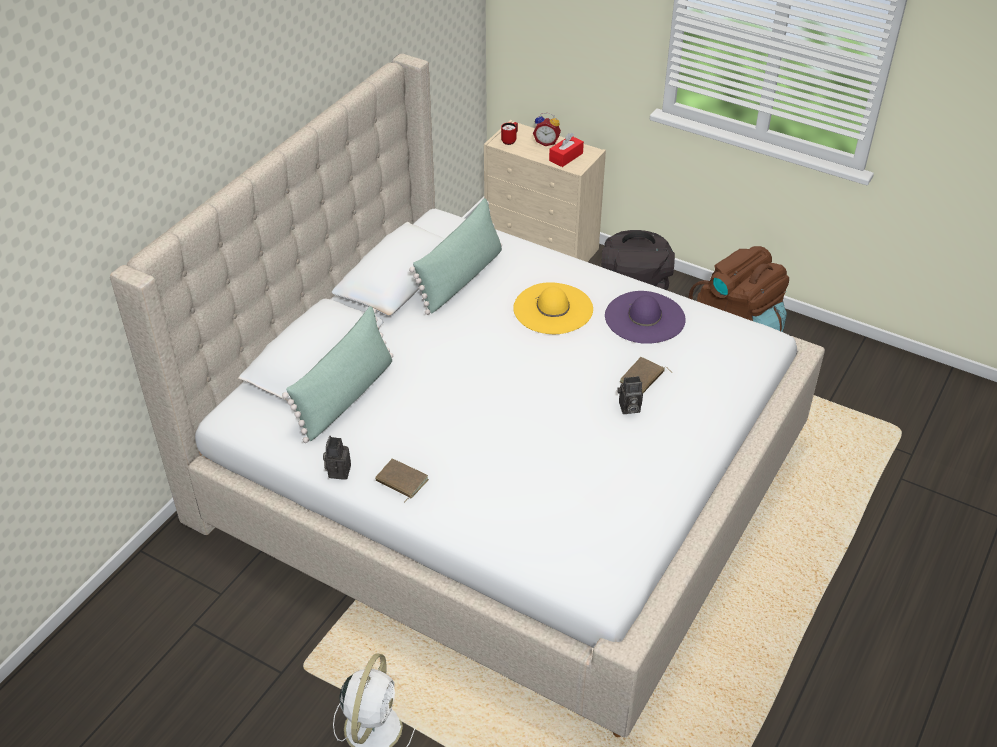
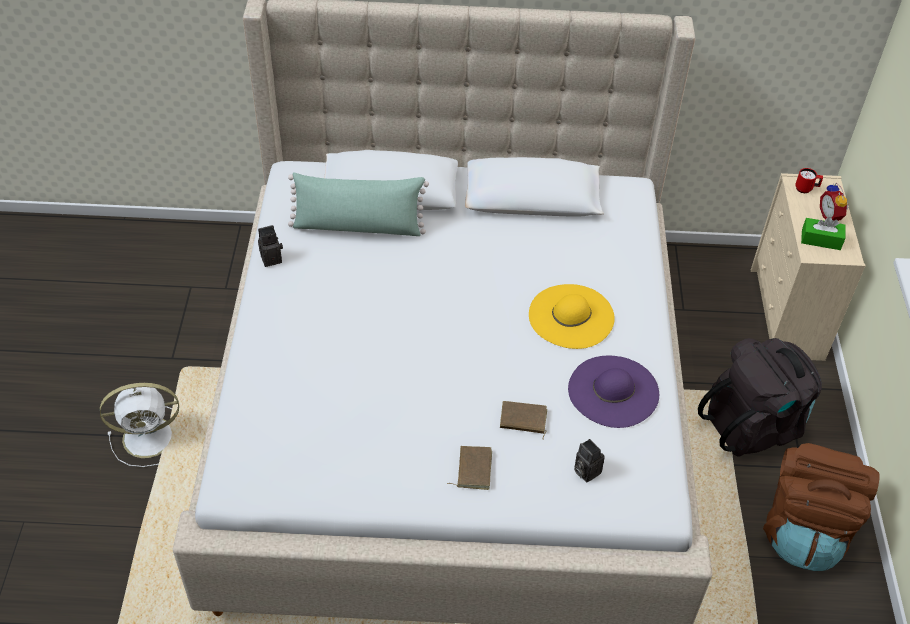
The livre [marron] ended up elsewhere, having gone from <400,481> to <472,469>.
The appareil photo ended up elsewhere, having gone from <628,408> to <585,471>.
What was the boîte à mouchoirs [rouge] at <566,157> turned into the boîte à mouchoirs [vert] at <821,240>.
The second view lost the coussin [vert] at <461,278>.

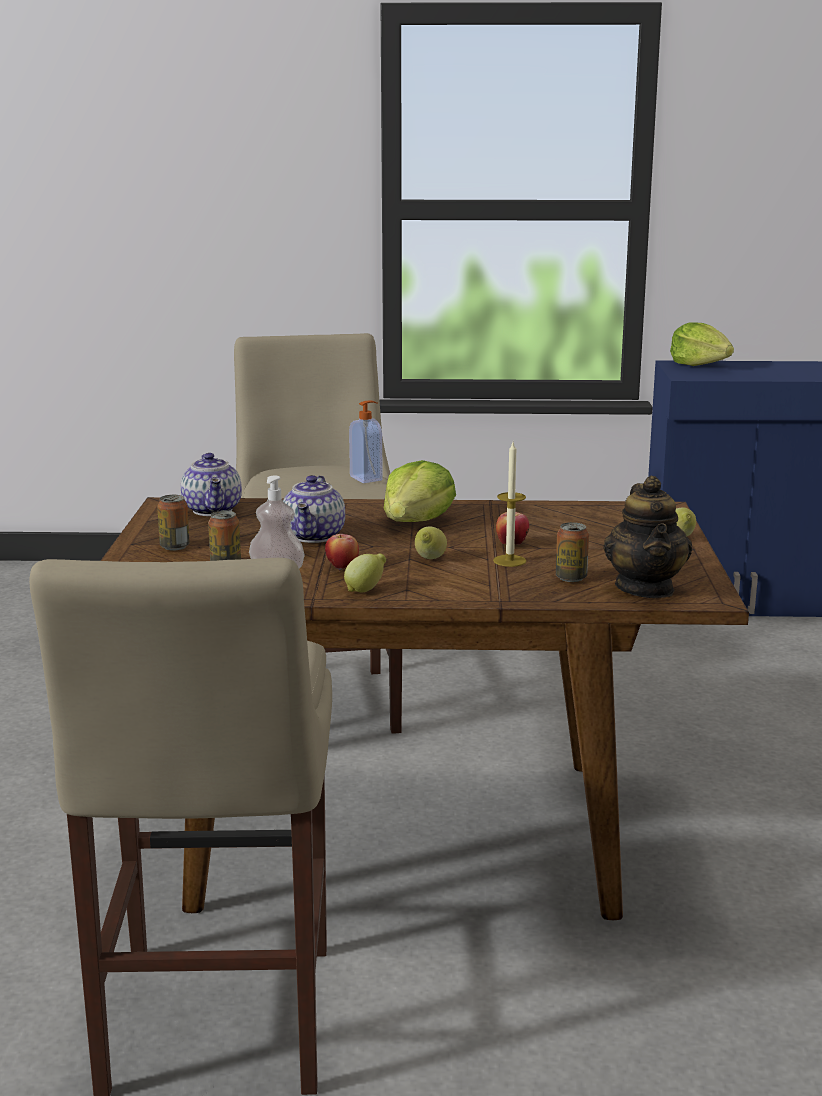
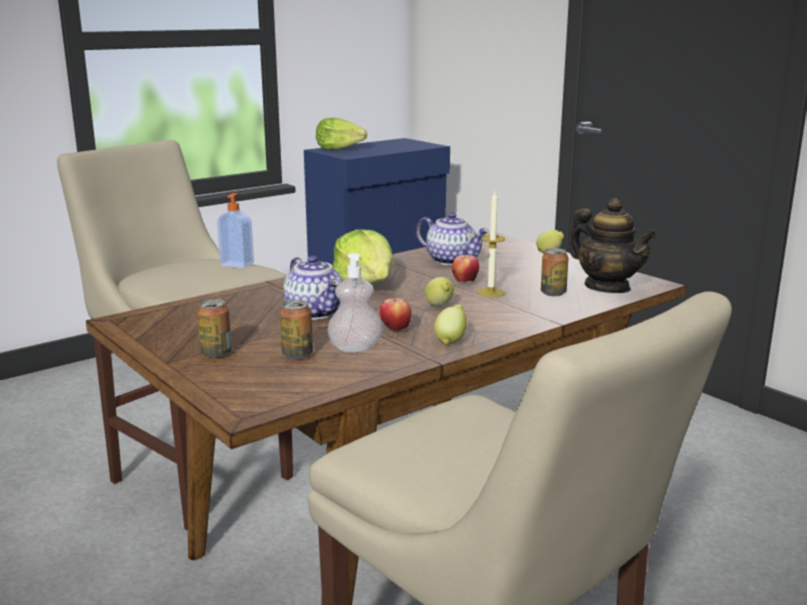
The théière ended up elsewhere, having gone from <214,510> to <452,260>.

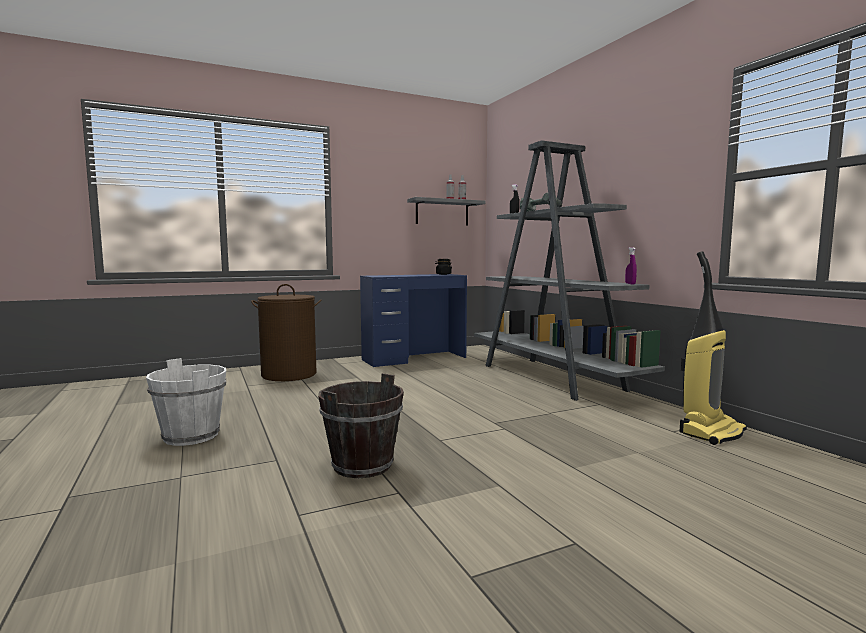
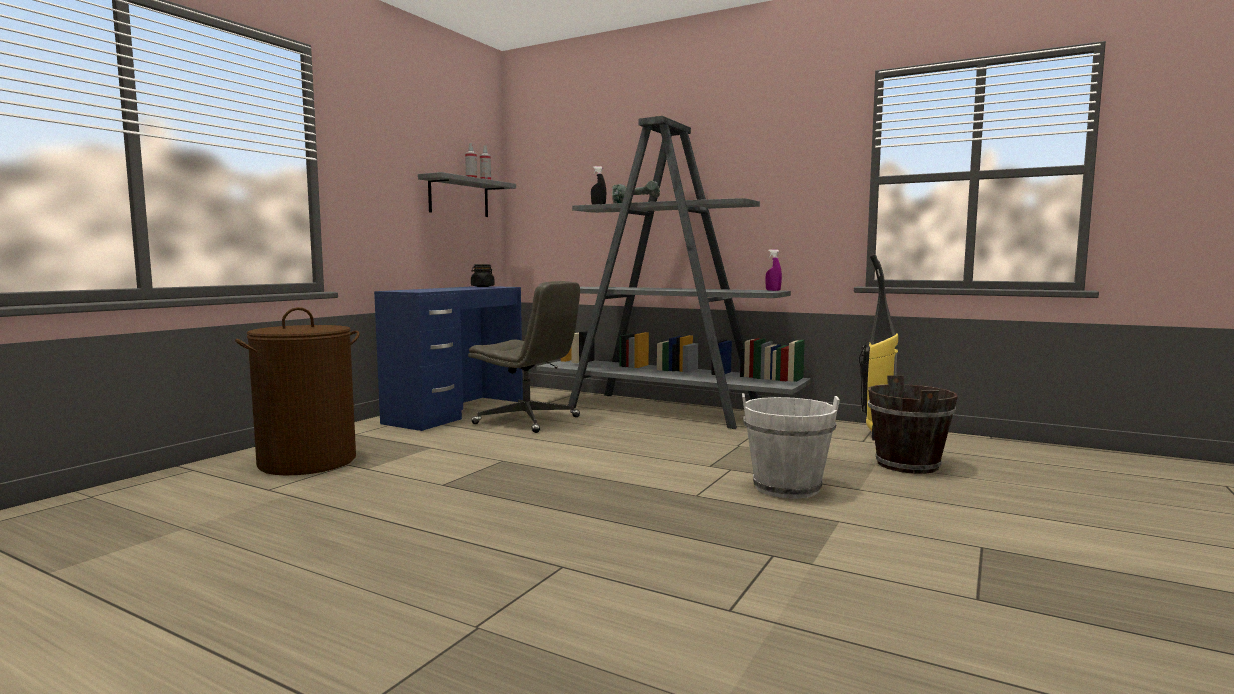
The second view gained the chaise de bureau [gris] at <528,420>.
The seau [blanc] ended up elsewhere, having gone from <192,436> to <786,487>.
The seau [marron] ended up elsewhere, having gone from <362,465> to <908,465>.

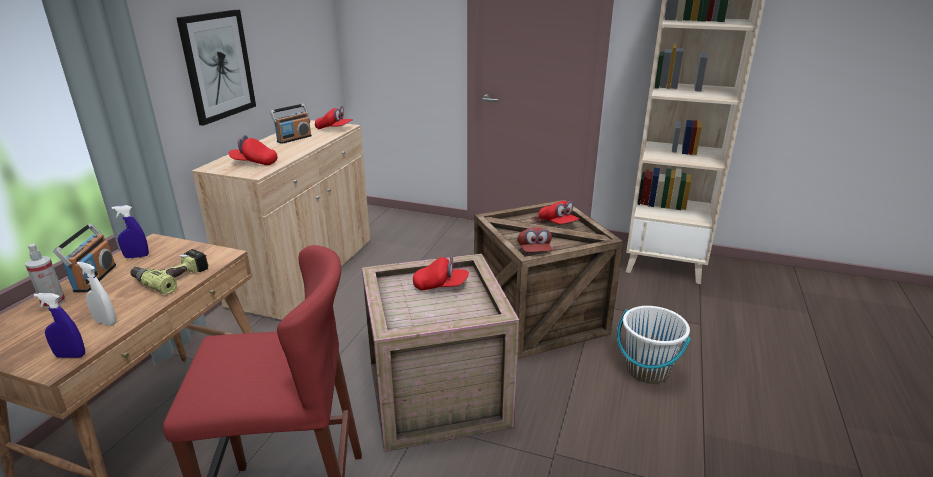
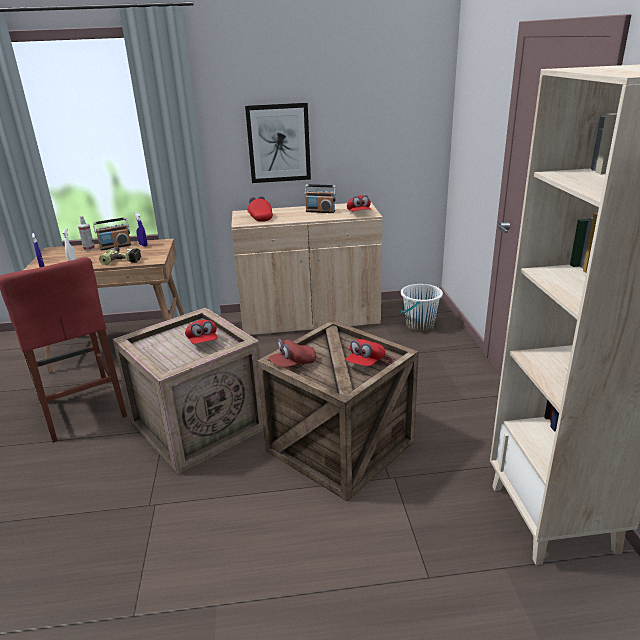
The seau [blanc] ended up elsewhere, having gone from <647,370> to <419,325>.

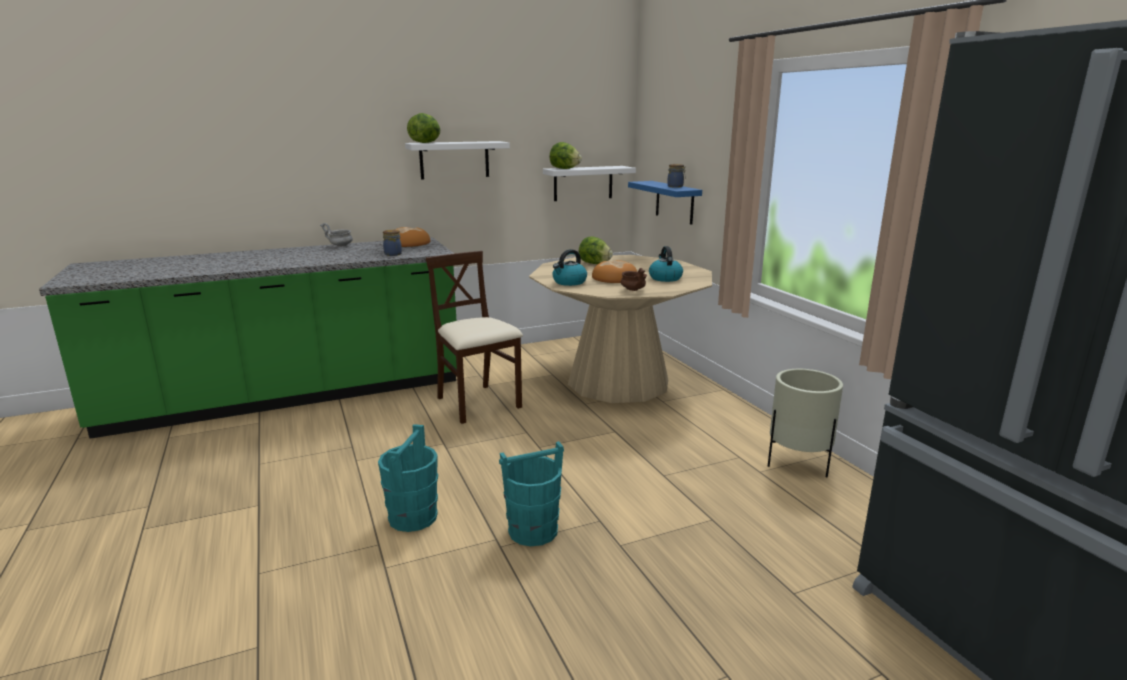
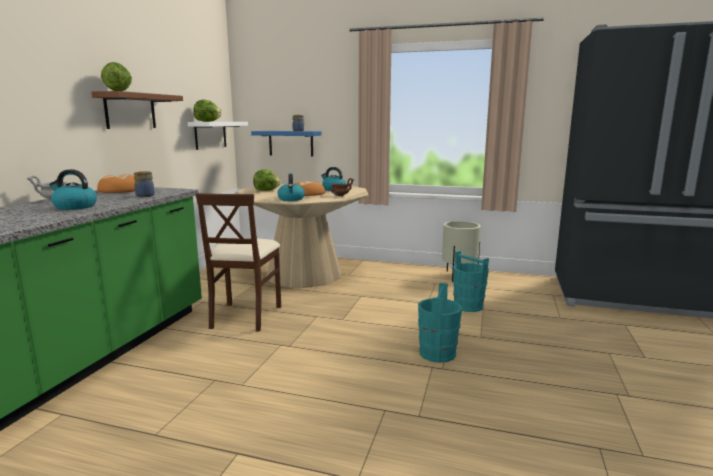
The second view gained the bouilloire at <74,207>.
What was the étagère [blanc] at <454,160> turned into the étagère [marron] at <130,111>.
The chaise [beige] at <478,403> ended up facing another way, 90 degrees counterclockwise from before.
The seau [turquoise] ended up elsewhere, having gone from <412,517> to <468,306>.

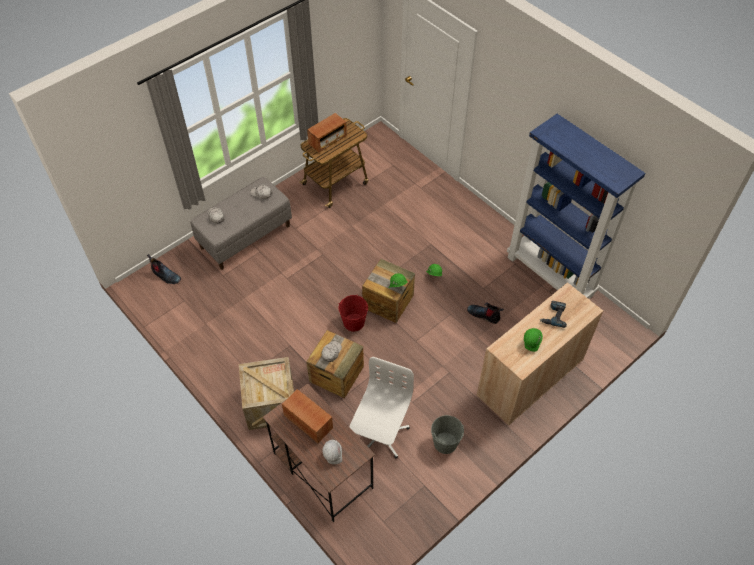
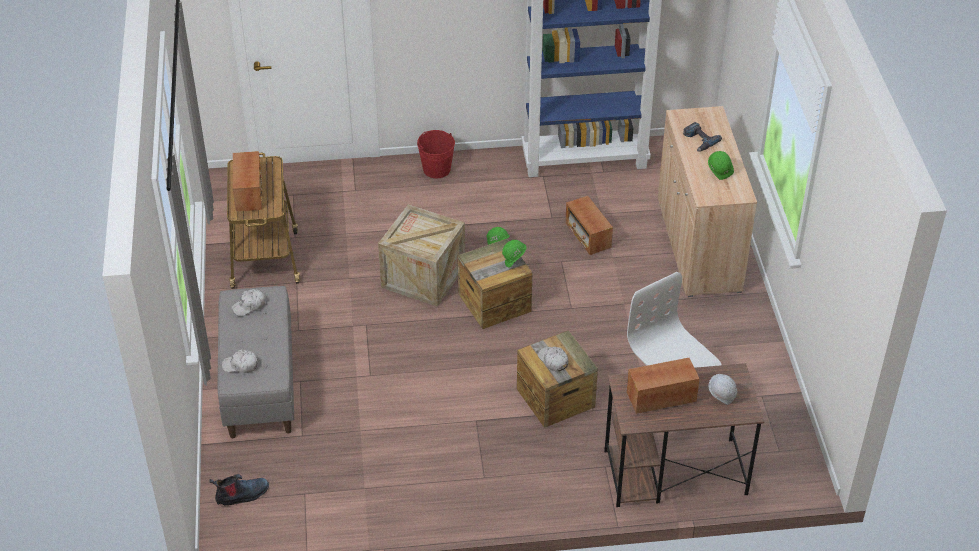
The caisse ended up elsewhere, having gone from <271,404> to <423,277>.
The seau [rouge] ended up elsewhere, having gone from <354,322> to <436,169>.
Where the botte stood at <484,315>, the radio came to stand at <587,236>.
The second view lost the seau [gris] at <445,443>.

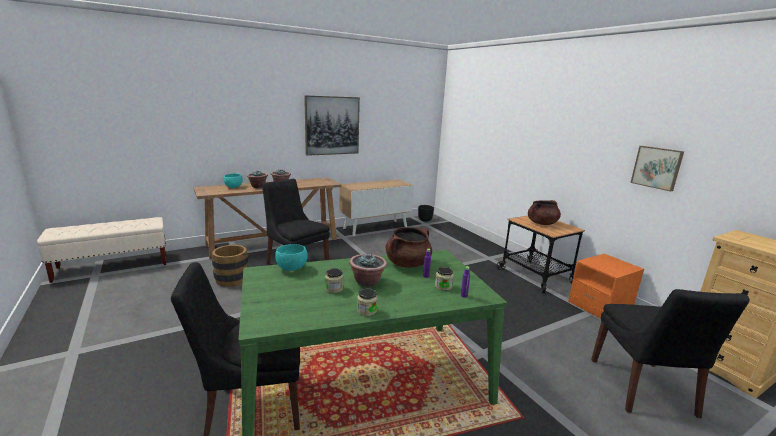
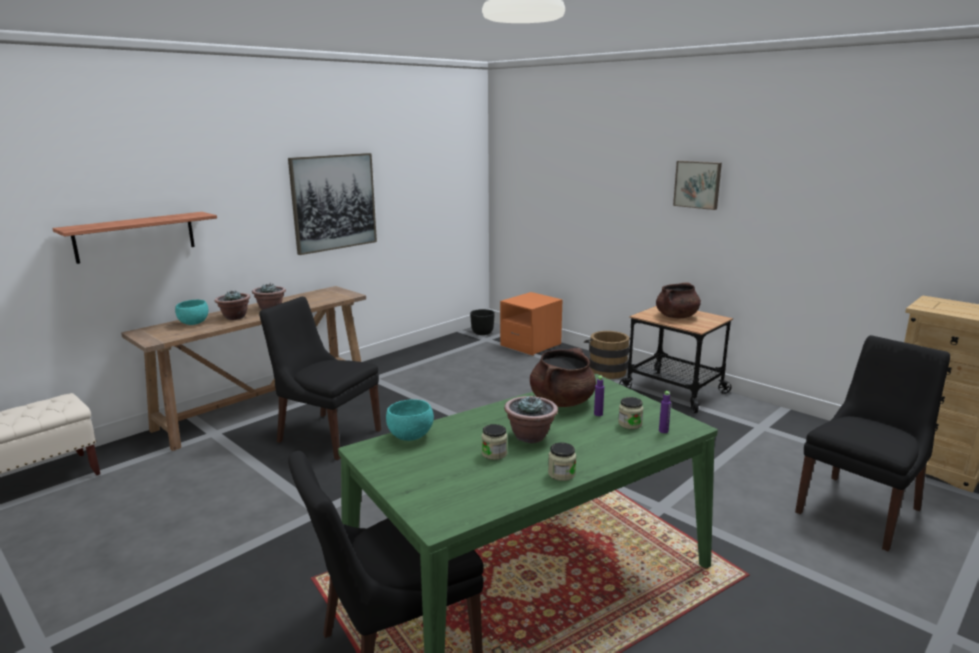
The second view gained the étagère at <135,237>.
The table de chevet [orange] ended up elsewhere, having gone from <599,306> to <530,345>.
The seau [marron] ended up elsewhere, having gone from <233,278> to <606,370>.
The tableau ended up elsewhere, having gone from <657,167> to <698,184>.
The chaise [noir] at <643,389> ended up facing another way, 120 degrees counterclockwise from before.
The second view lost the meuble de rangement at <375,227>.

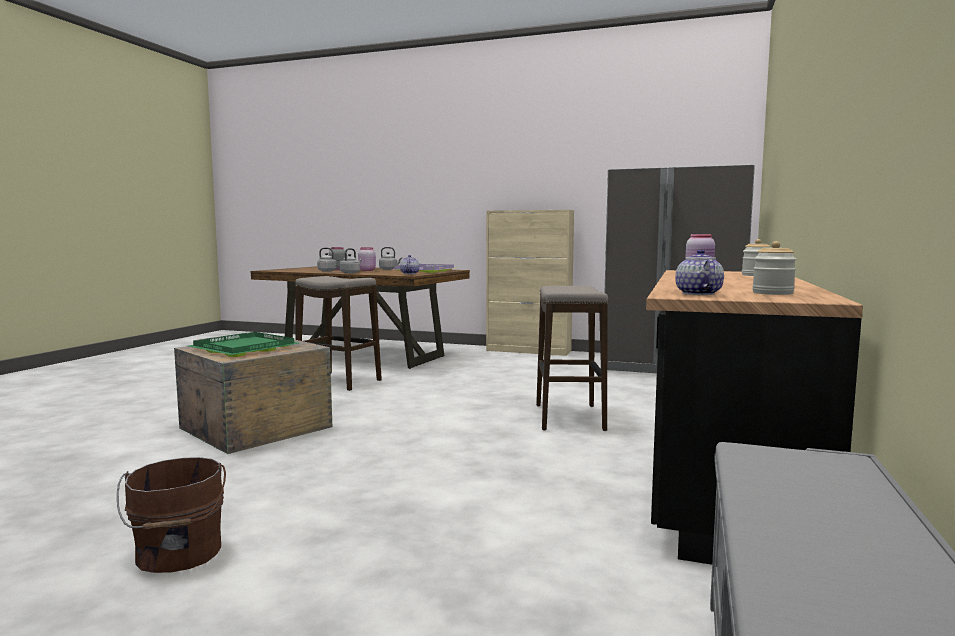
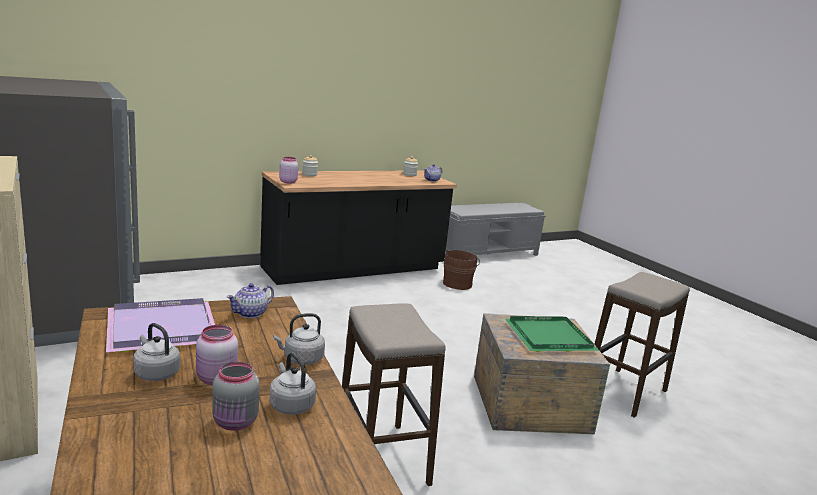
The seau [marron] ended up elsewhere, having gone from <178,554> to <458,283>.
The tabouret ended up elsewhere, having gone from <569,417> to <625,392>.

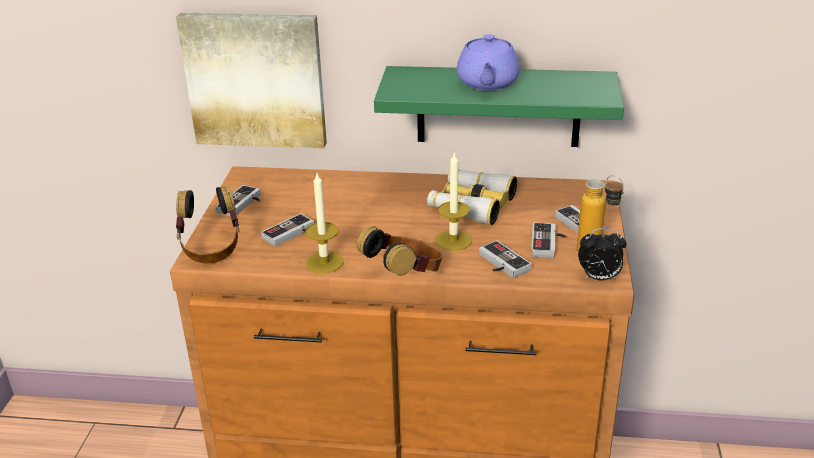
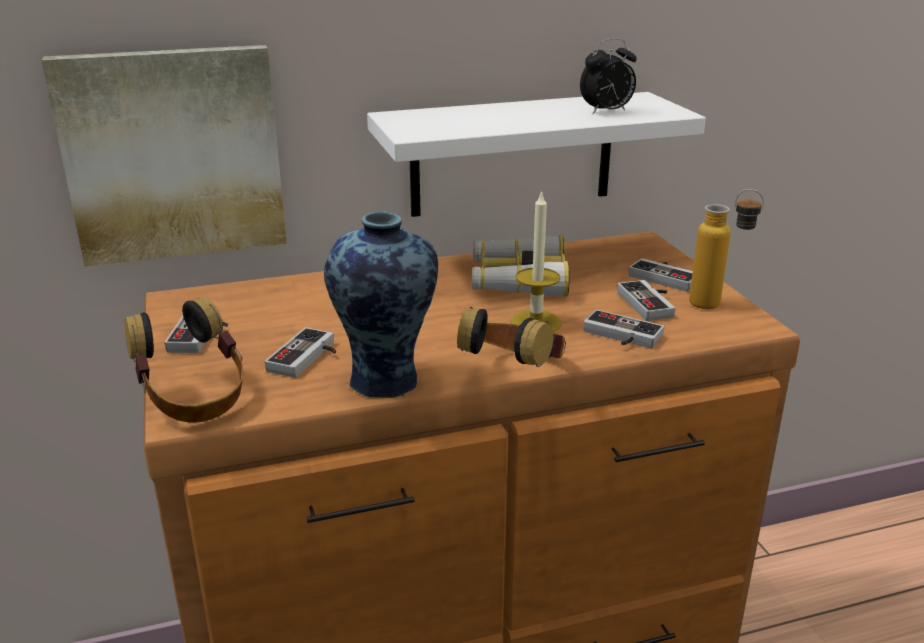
Where the bougie stood at <324,262>, the vase came to stand at <387,382>.
What was the étagère [vert] at <498,106> turned into the étagère [blanc] at <512,154>.
The réveil ended up elsewhere, having gone from <599,278> to <606,112>.
The second view lost the théière [violet] at <487,83>.

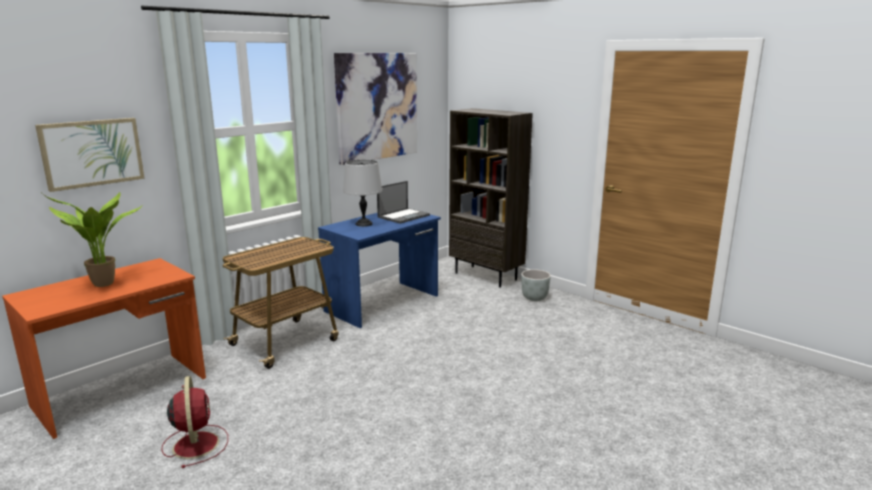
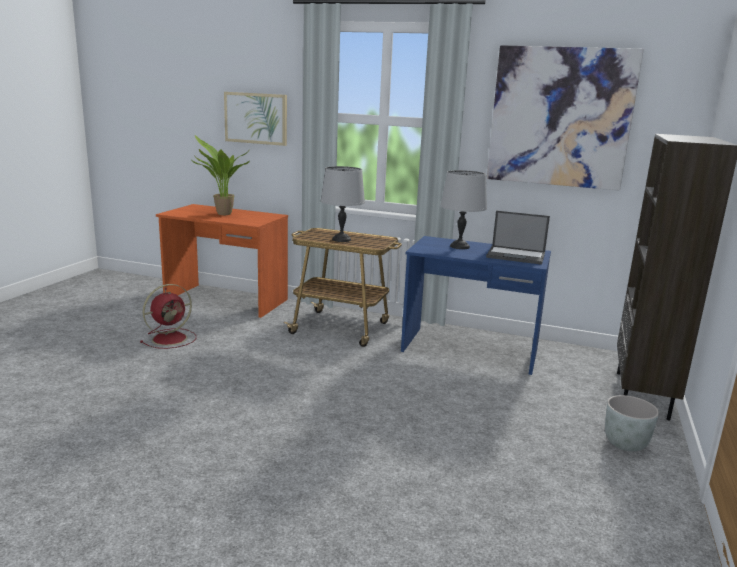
The second view gained the lampe de table [gris] at <341,239>.

